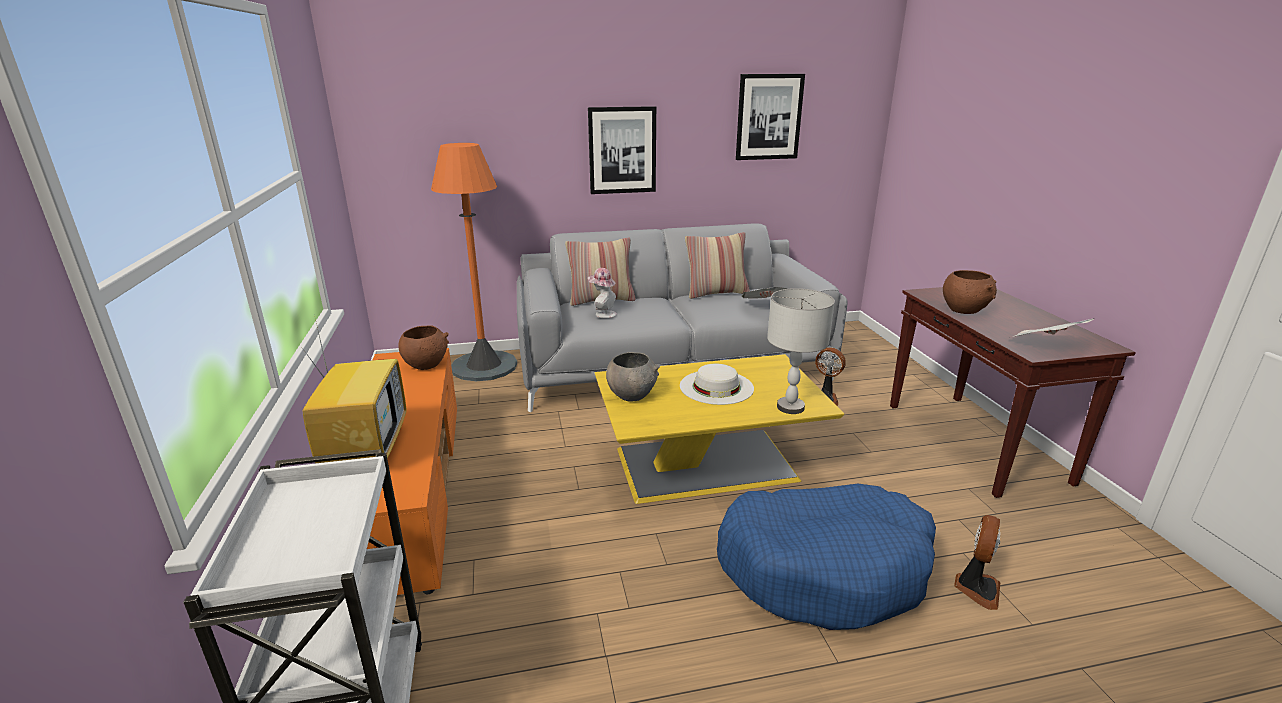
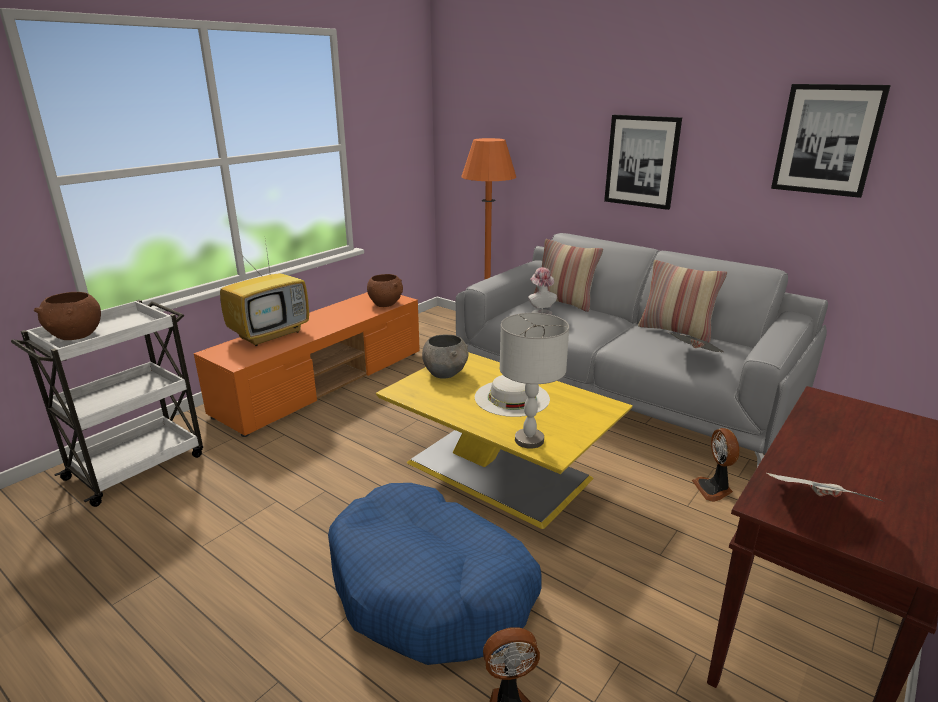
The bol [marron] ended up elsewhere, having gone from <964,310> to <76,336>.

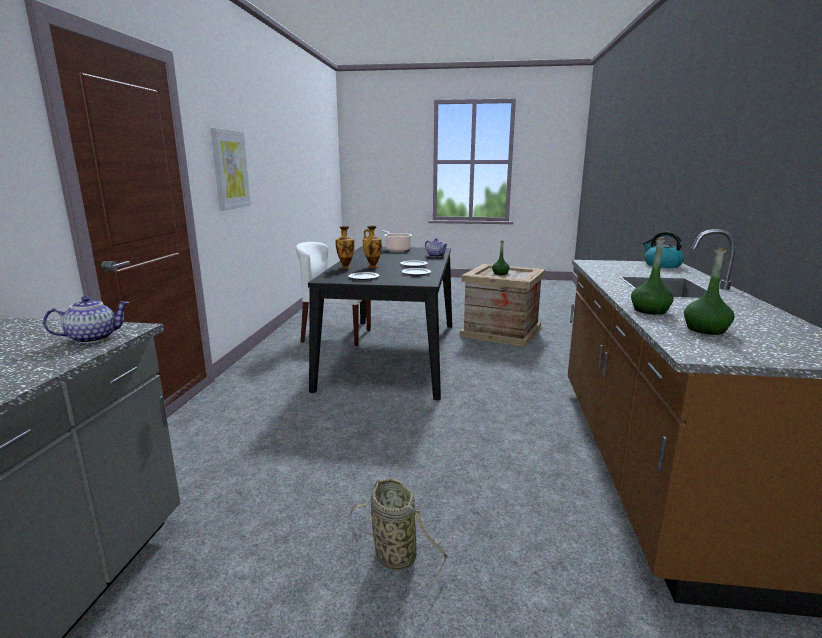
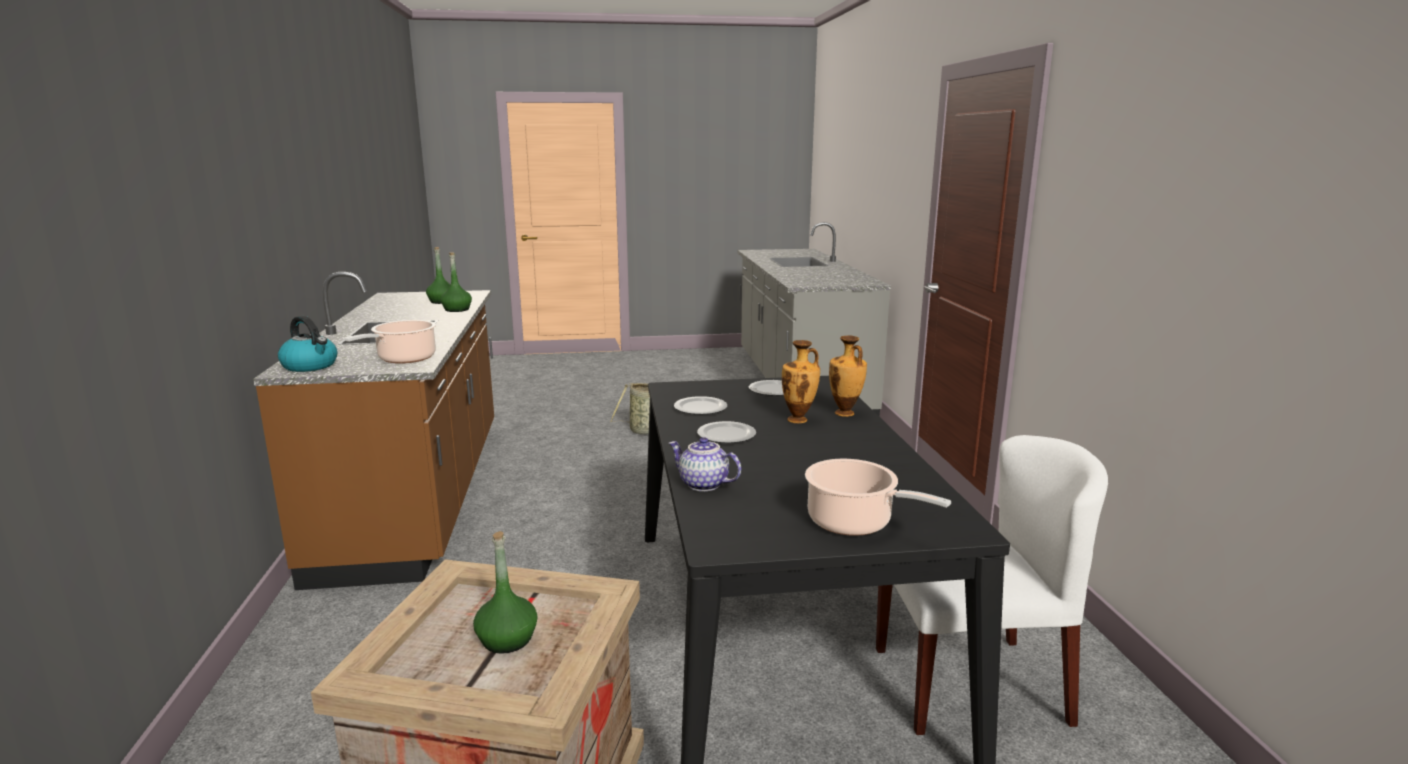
The second view gained the marmite at <404,359>.
The second view lost the théière at <93,338>.
The second view lost the tableau at <230,169>.

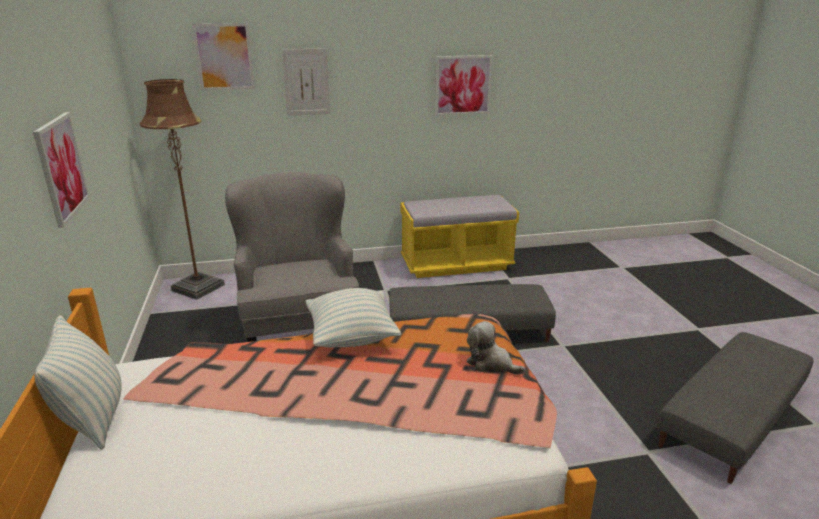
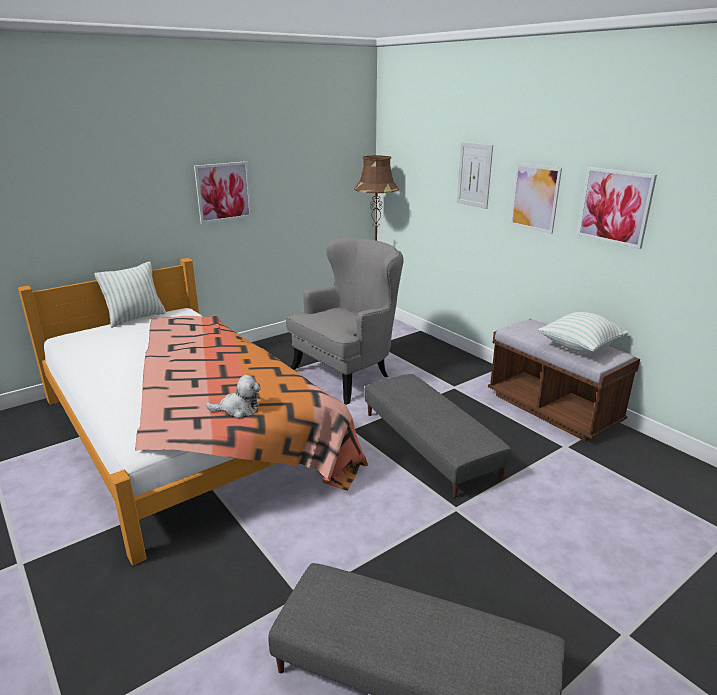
The peluche at <491,363> ended up facing another way, 75 degrees clockwise from before.
What was the banc [jaune] at <456,264> turned into the banc [marron] at <552,409>.
The tableau ended up elsewhere, having gone from <224,57> to <535,197>.
The coussin ended up elsewhere, having gone from <352,337> to <579,348>.

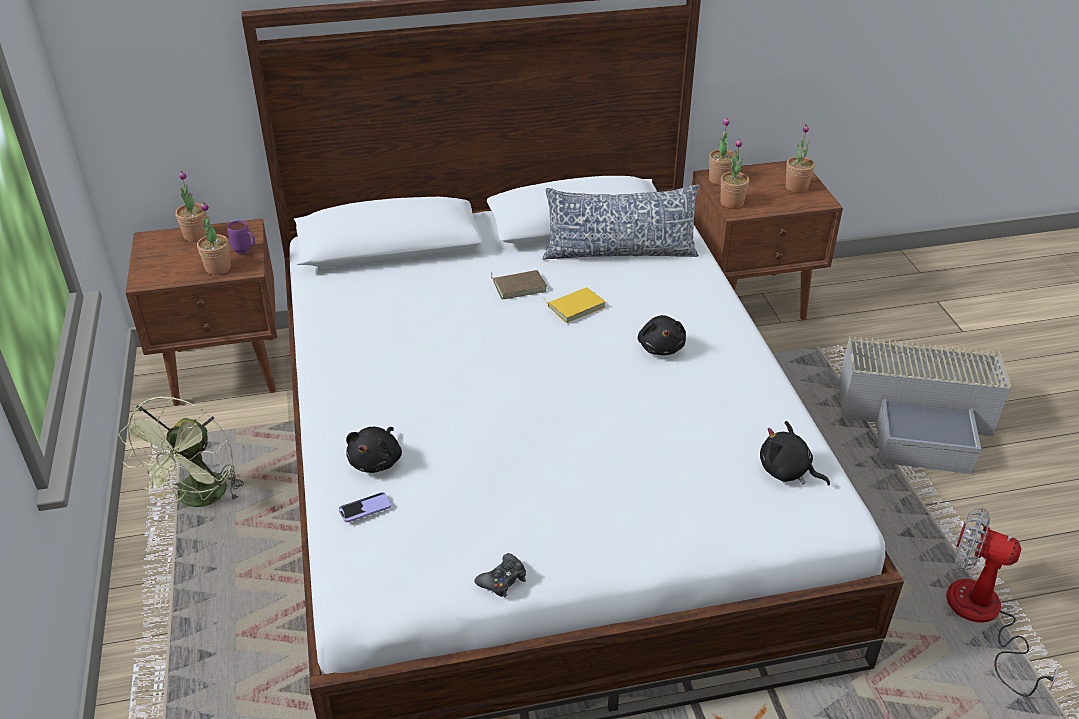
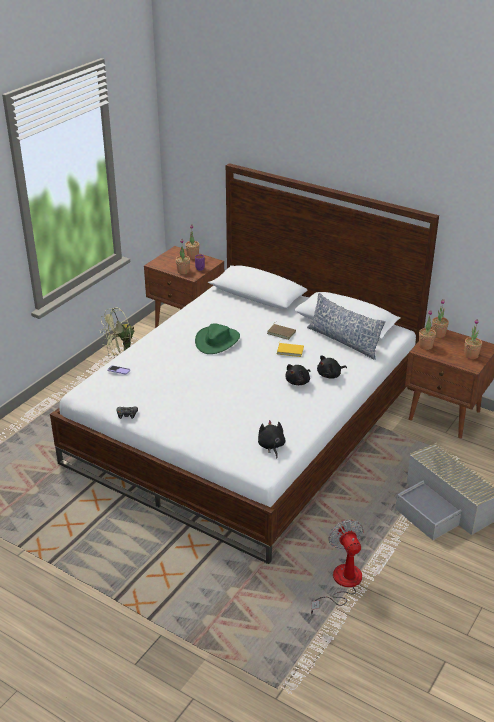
The second view gained the chapeau [vert] at <217,341>.
The peluche [noir] ended up elsewhere, having gone from <377,461> to <330,375>.

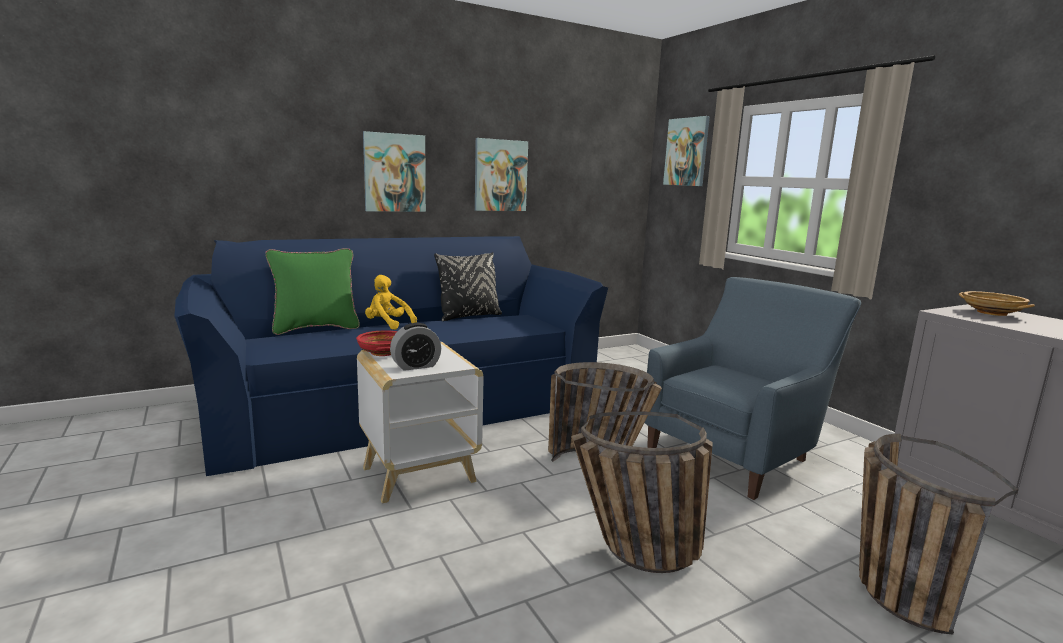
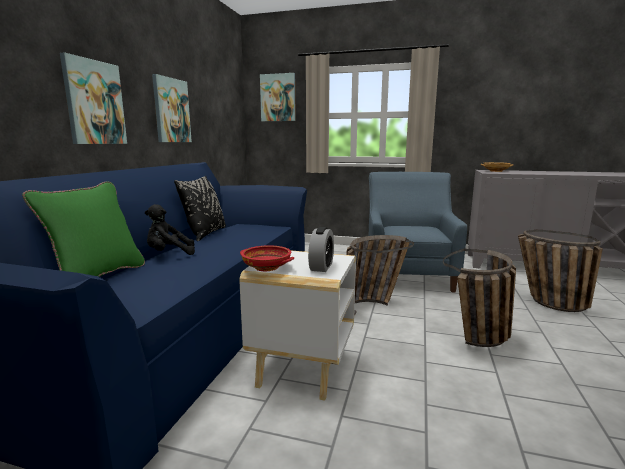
What was the peluche [jaune] at <387,325> turned into the peluche [noir] at <169,254>.

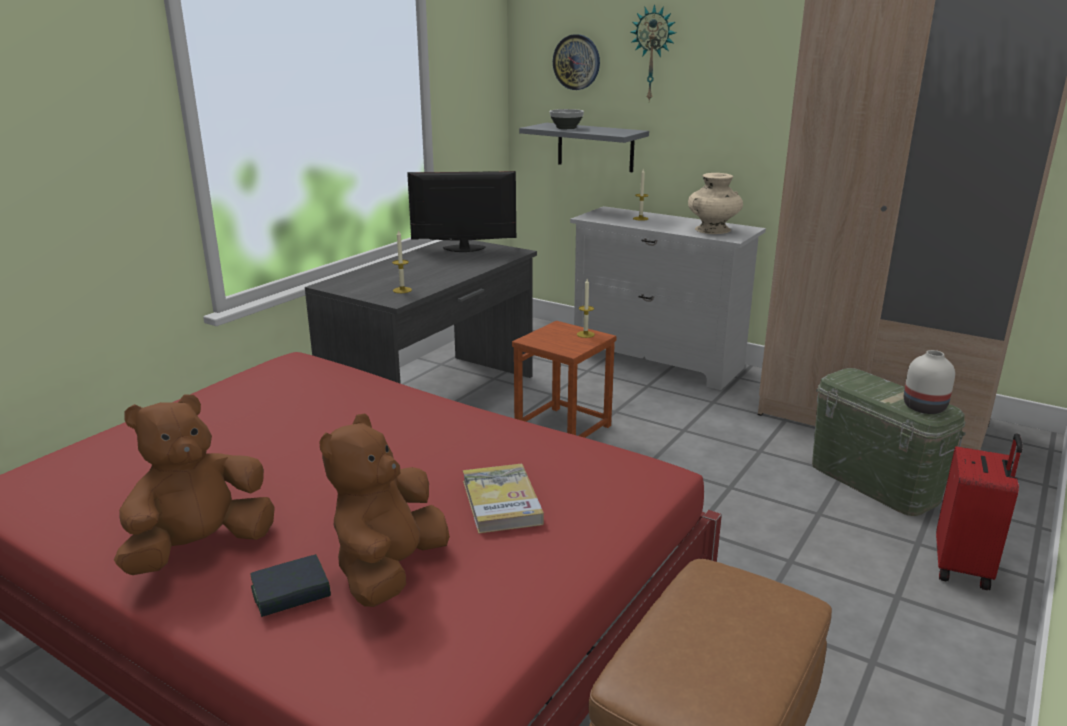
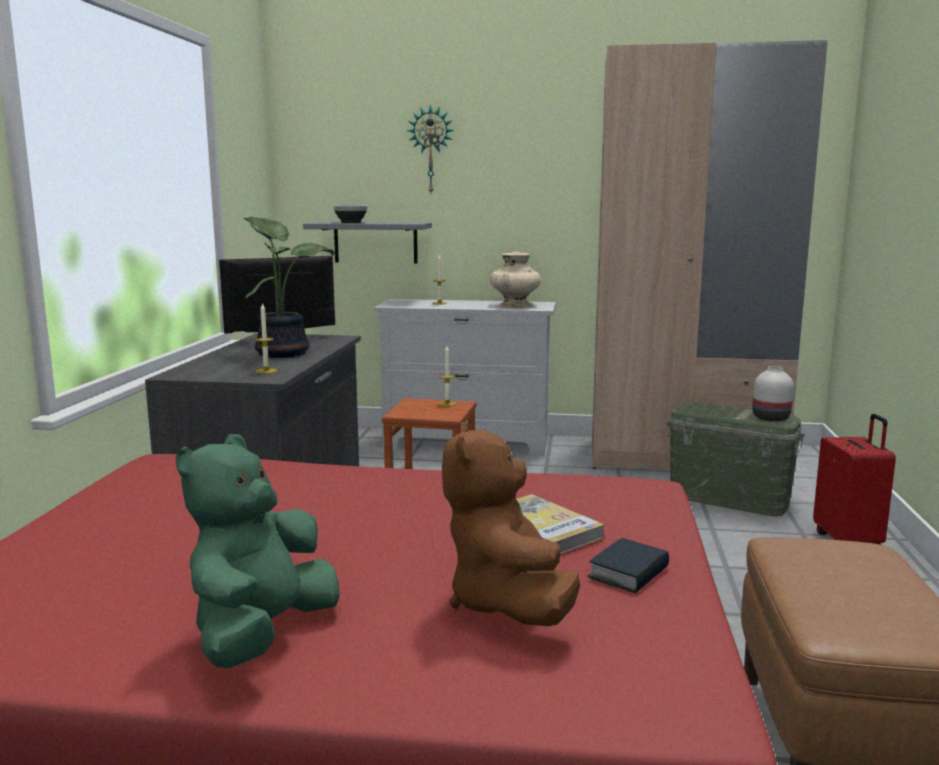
What was the peluche [marron] at <200,548> turned into the peluche [vert] at <261,635>.
The second view gained the plante en pot at <283,353>.
The livre ended up elsewhere, having gone from <291,592> to <629,573>.
The second view lost the horloge murale at <576,62>.

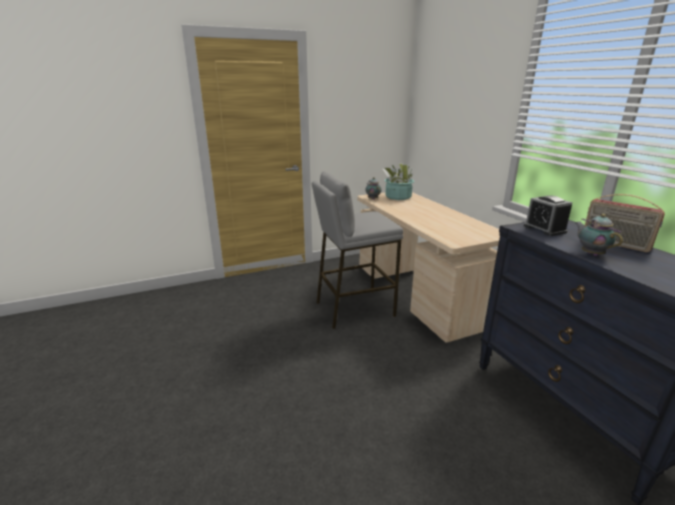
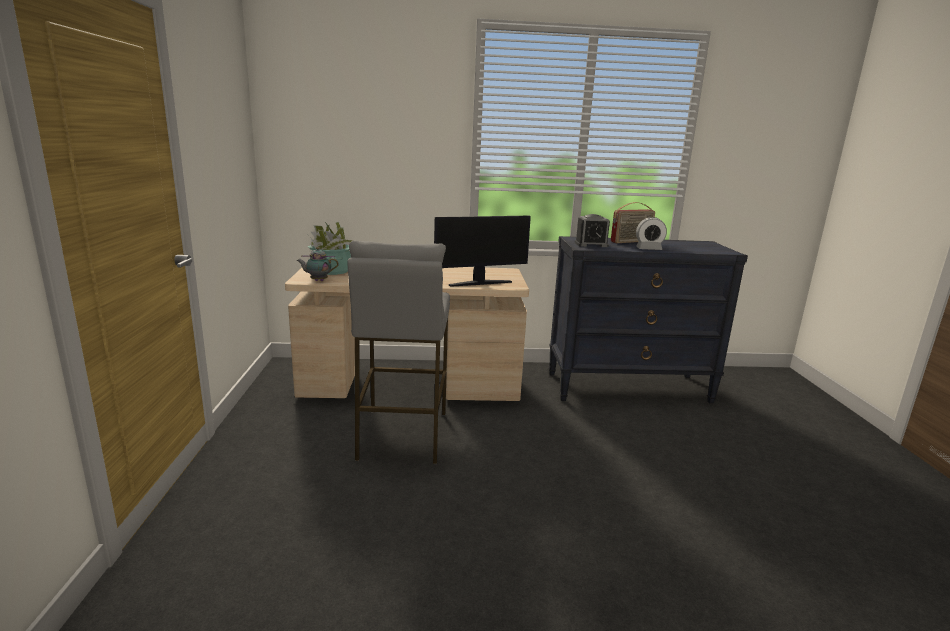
The second view gained the écran d'ordinateur at <480,283>.
Where the théière stood at <590,254>, the réveil came to stand at <648,249>.

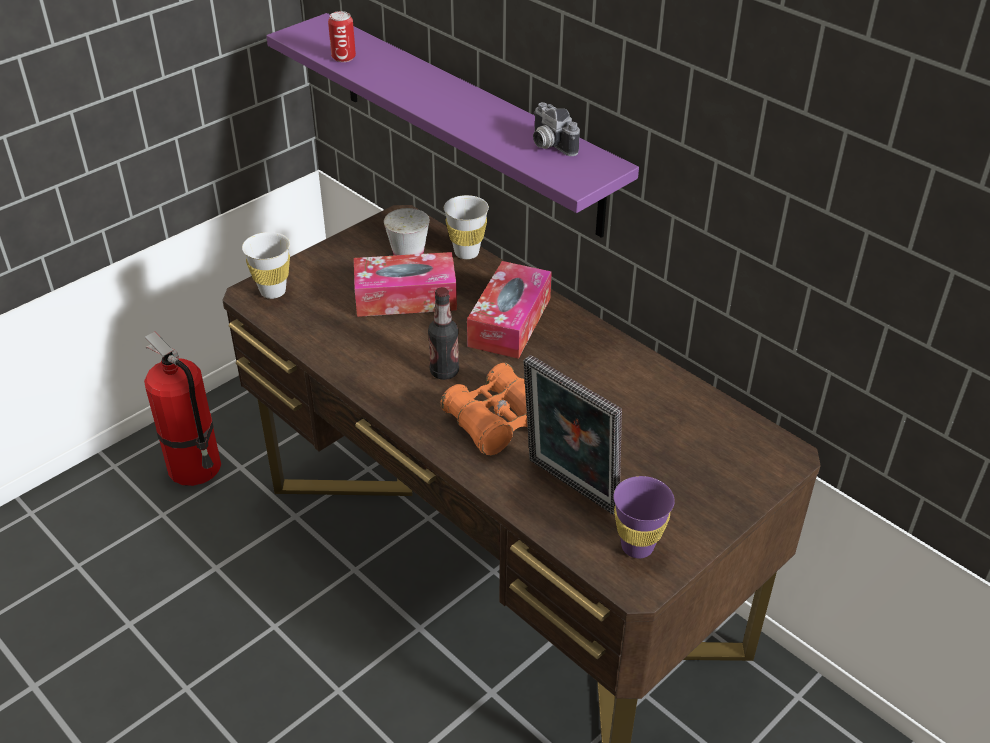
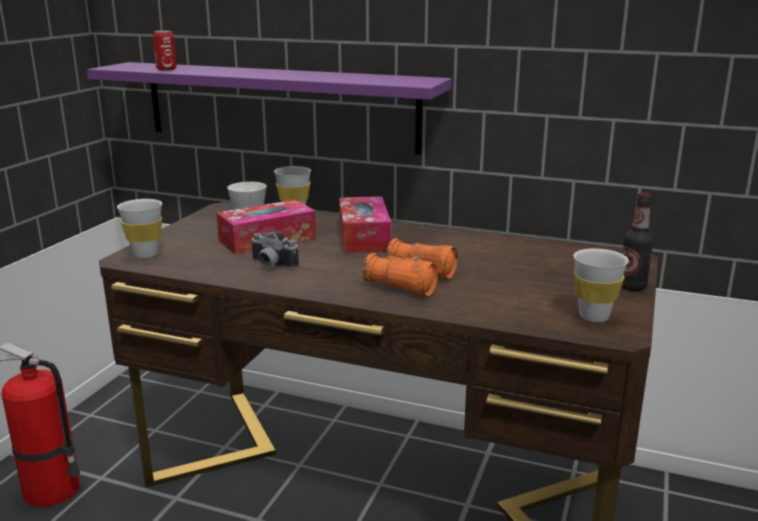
The appareil photo ended up elsewhere, having gone from <548,145> to <270,265>.
What was the tasse [violet] at <637,546> turned into the tasse [blanc] at <594,317>.
The bouteille ended up elsewhere, having gone from <444,372> to <632,287>.
The second view lost the cadre photo at <568,488>.

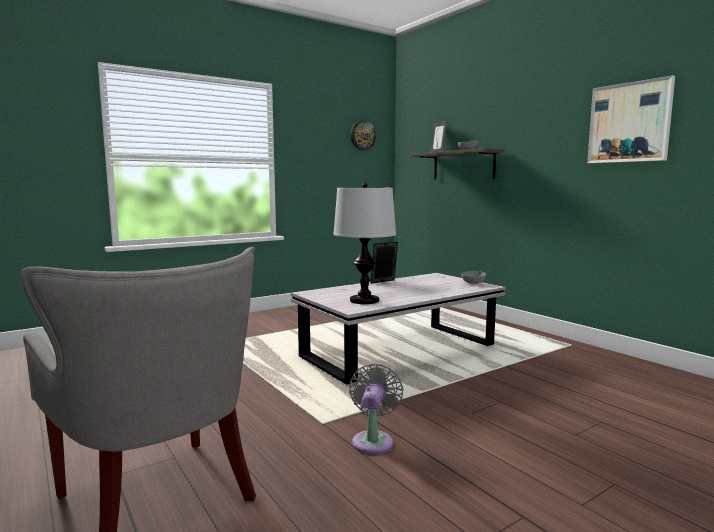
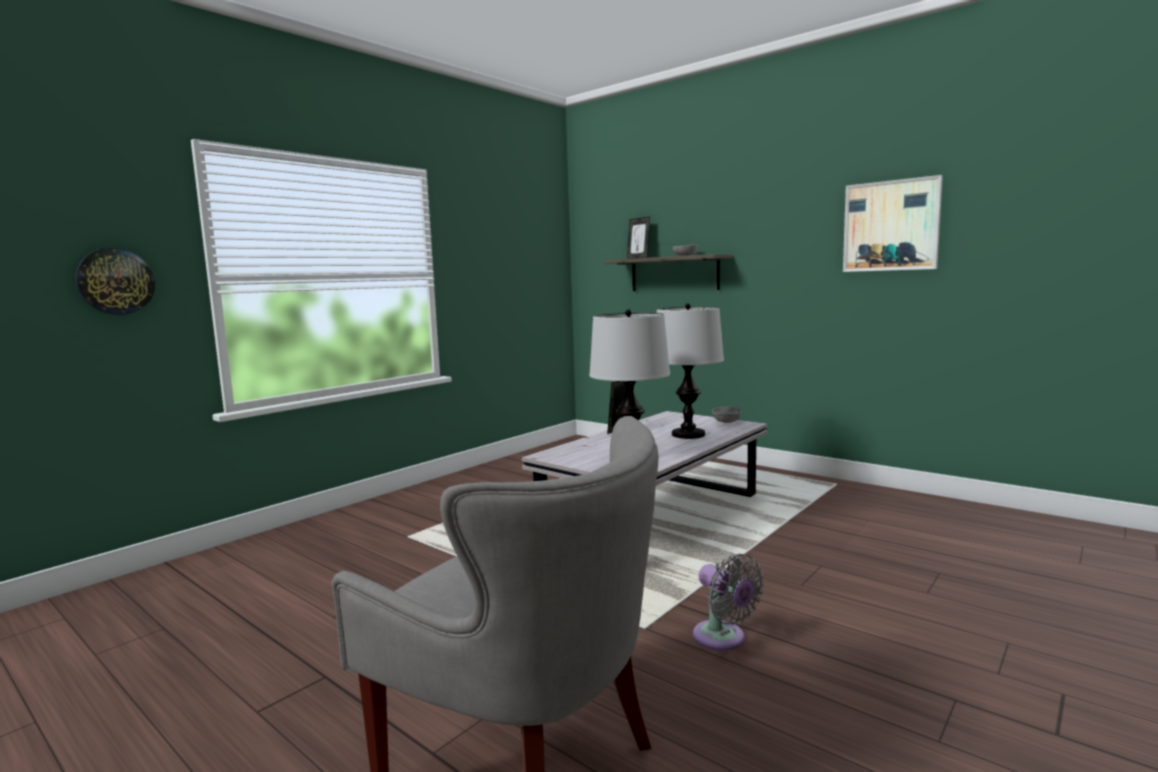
The horloge murale ended up elsewhere, having gone from <362,135> to <115,281>.
The second view gained the lampe de table at <688,434>.
The ventilateur [gris] at <373,440> ended up facing another way, 150 degrees clockwise from before.

